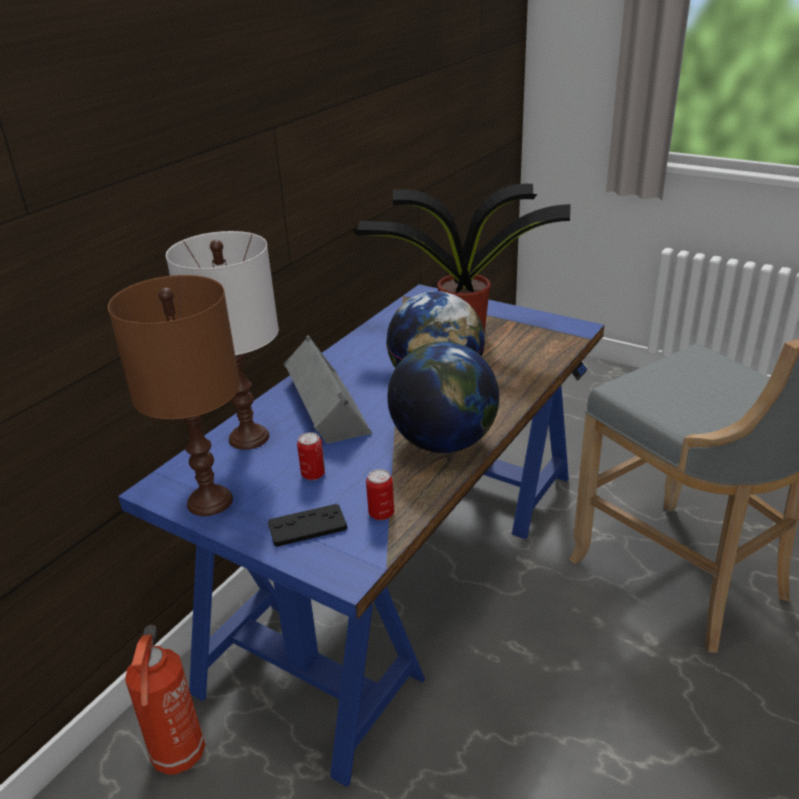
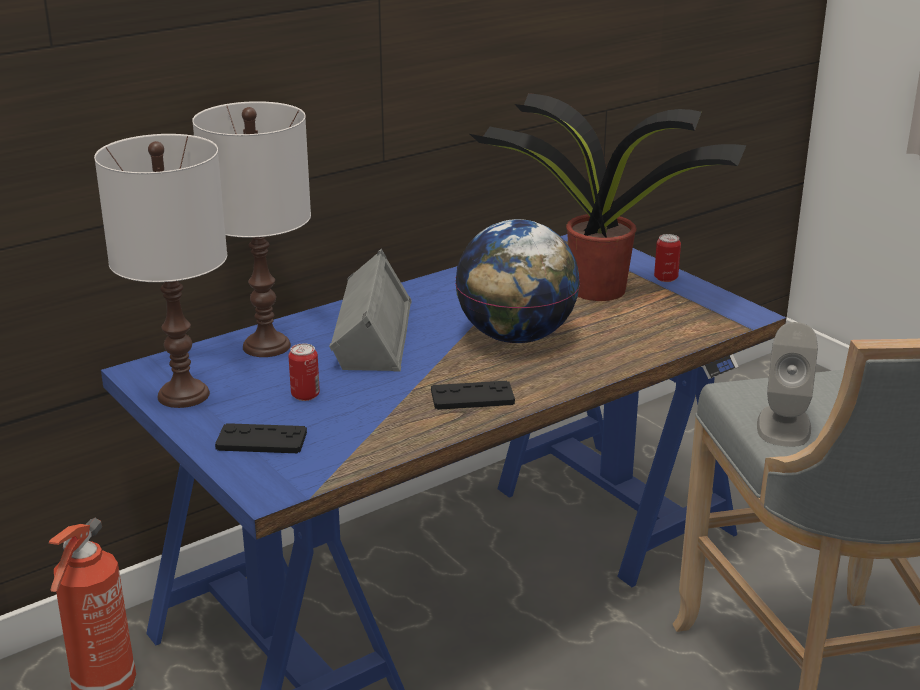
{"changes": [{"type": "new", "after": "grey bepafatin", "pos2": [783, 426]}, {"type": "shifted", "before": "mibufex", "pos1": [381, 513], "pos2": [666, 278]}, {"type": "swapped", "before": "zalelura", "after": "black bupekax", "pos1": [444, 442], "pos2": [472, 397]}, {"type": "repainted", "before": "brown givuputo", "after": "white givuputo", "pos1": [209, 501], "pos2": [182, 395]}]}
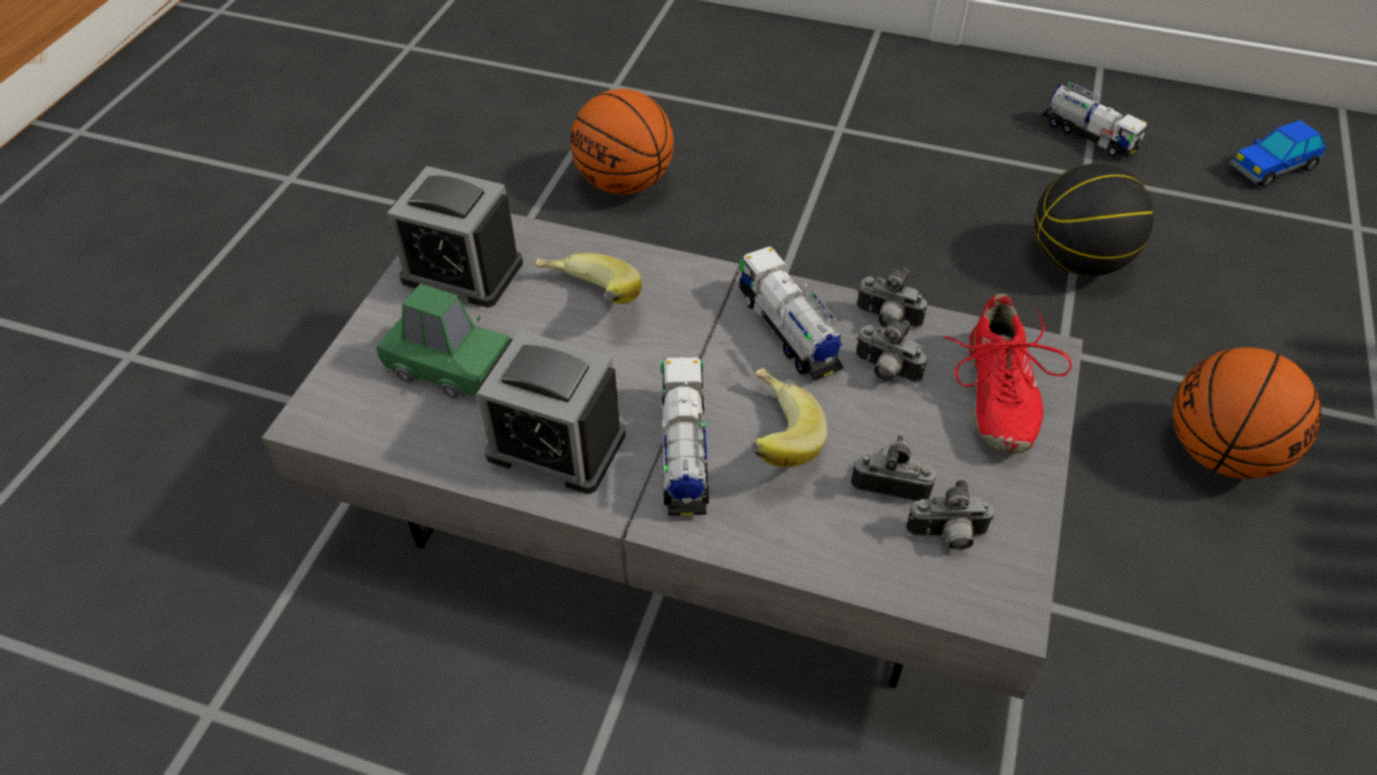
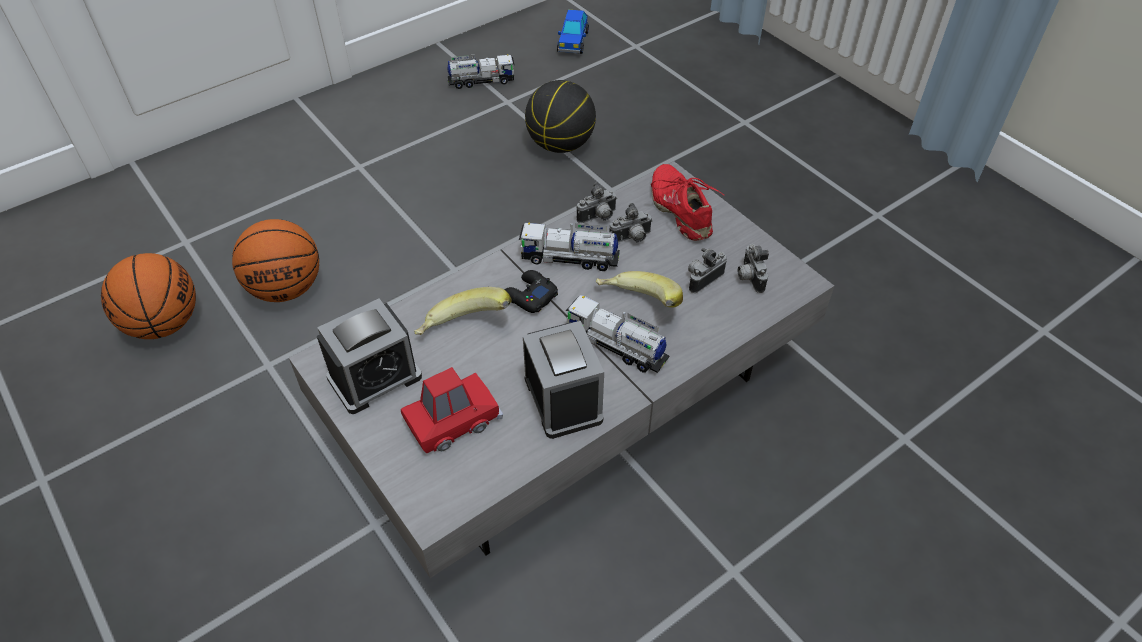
{"changes": [{"type": "new", "after": "black bupekax", "pos2": [529, 296]}, {"type": "shifted", "before": "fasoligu", "pos1": [1220, 452], "pos2": [163, 324]}, {"type": "repainted", "before": "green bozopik", "after": "red bozopik", "pos1": [450, 365], "pos2": [453, 421]}, {"type": "rotated", "before": "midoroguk", "pos1": [556, 445], "pos2": [563, 399], "turn": -75}, {"type": "rotated", "before": "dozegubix", "pos1": [947, 537], "pos2": [748, 277], "turn": 135}, {"type": "rotated", "before": "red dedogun", "pos1": [996, 395], "pos2": [681, 210], "turn": -150}]}
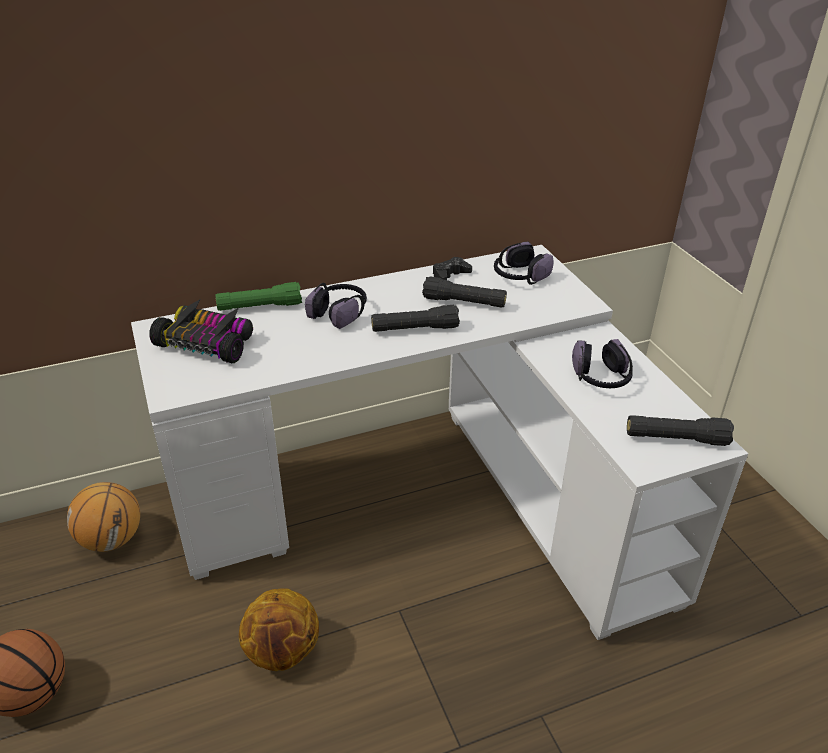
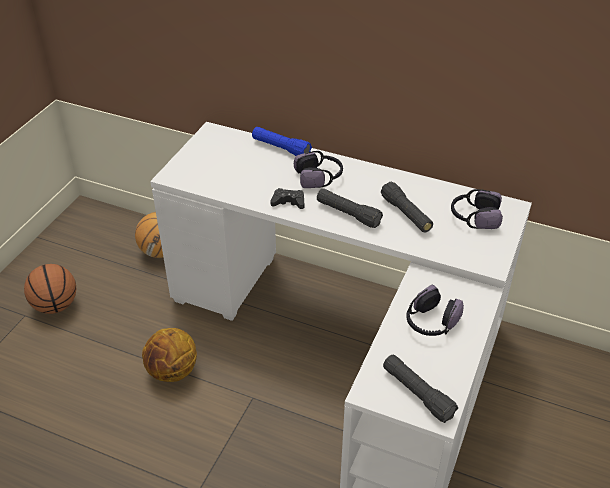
{"changes": [{"type": "gone", "before": "bozopik", "pos1": [207, 343]}, {"type": "shifted", "before": "black bupekax", "pos1": [450, 274], "pos2": [288, 202]}, {"type": "repainted", "before": "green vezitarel", "after": "blue vezitarel", "pos1": [260, 307], "pos2": [281, 148]}]}
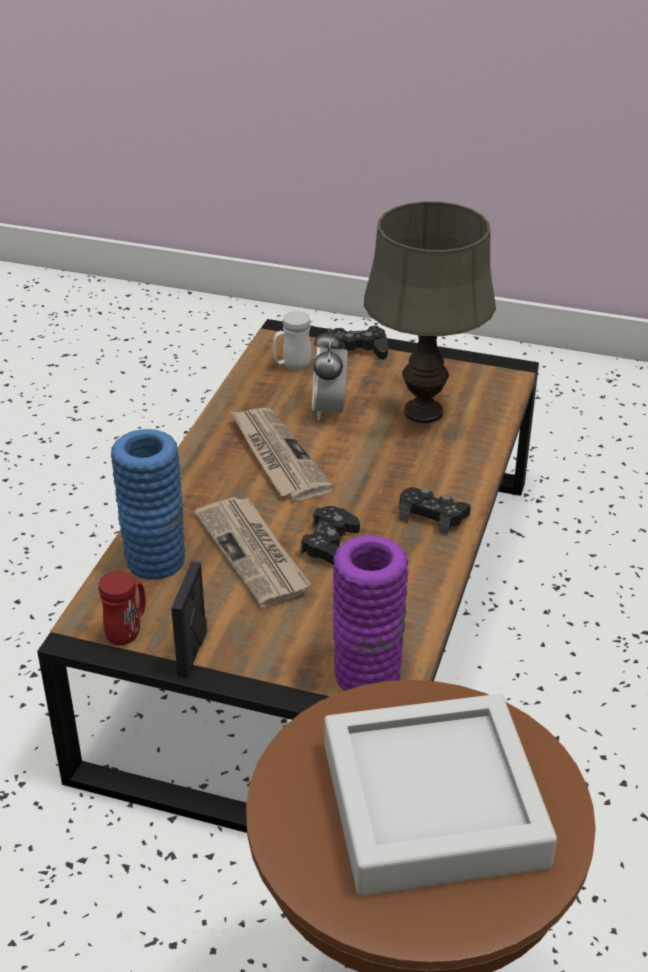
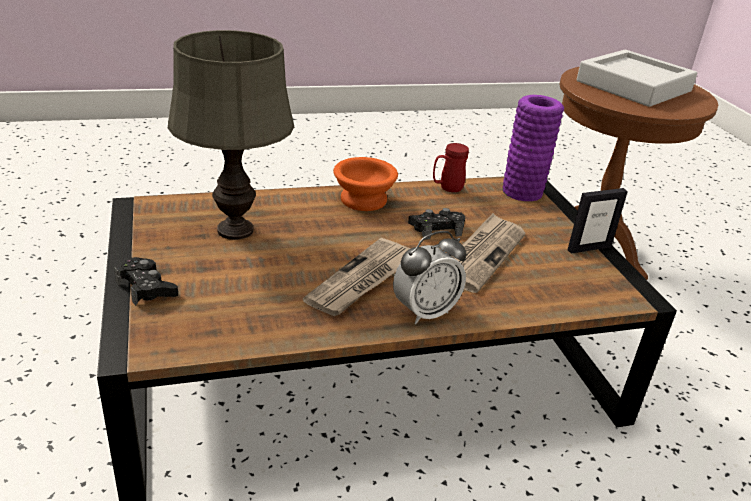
{"changes": [{"type": "gone", "before": "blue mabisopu", "pos1": [155, 560]}, {"type": "gone", "before": "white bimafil", "pos1": [292, 366]}, {"type": "shifted", "before": "red bimafil", "pos1": [128, 632], "pos2": [447, 188]}, {"type": "shifted", "before": "midoroguk", "pos1": [329, 410], "pos2": [425, 312]}, {"type": "swapped", "before": "black bupekax", "after": "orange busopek", "pos1": [432, 516], "pos2": [365, 201]}]}
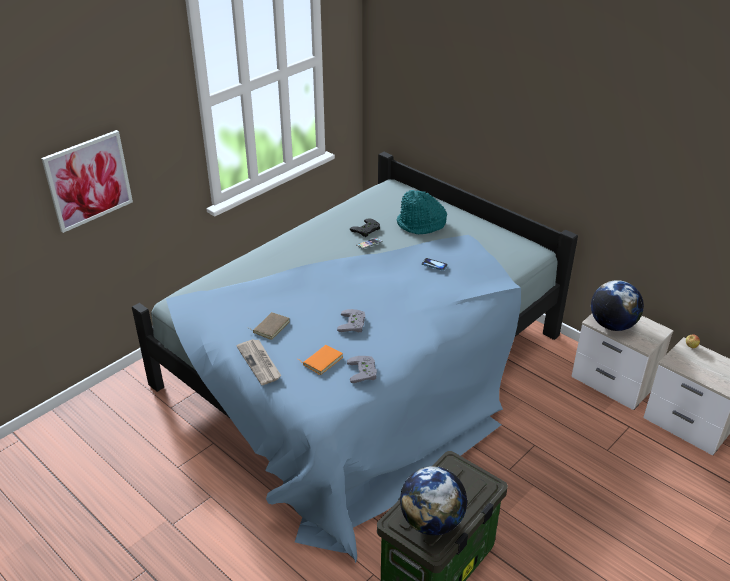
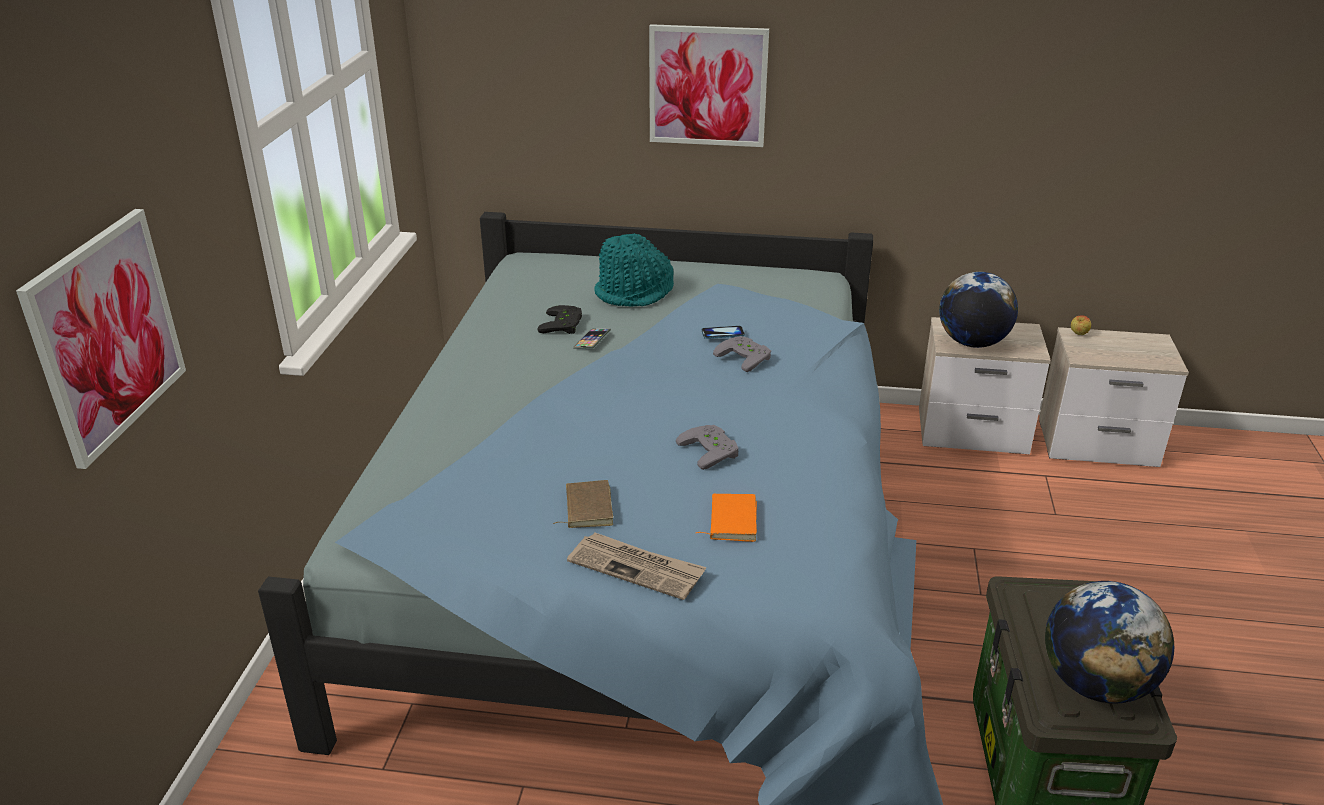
{"changes": [{"type": "new", "after": "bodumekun", "pos2": [707, 86]}, {"type": "shifted", "before": "grey bupekax", "pos1": [364, 371], "pos2": [746, 356]}]}
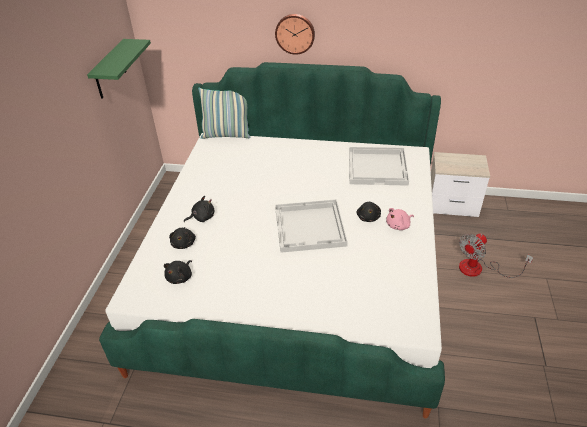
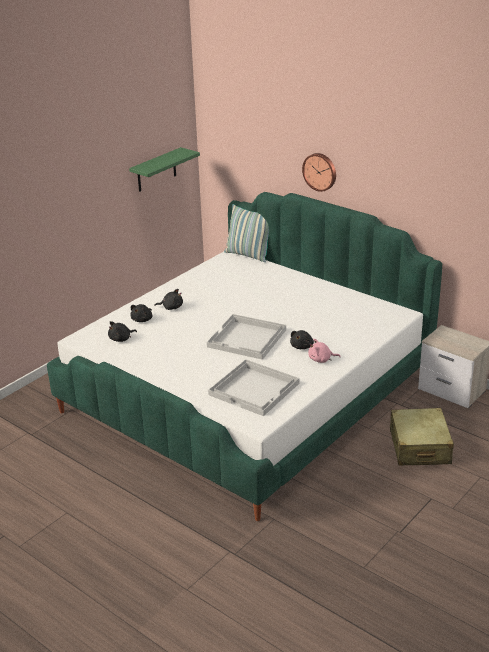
{"changes": [{"type": "shifted", "before": "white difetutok", "pos1": [378, 167], "pos2": [255, 389]}, {"type": "swapped", "before": "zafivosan", "after": "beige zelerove", "pos1": [479, 269], "pos2": [419, 447]}]}
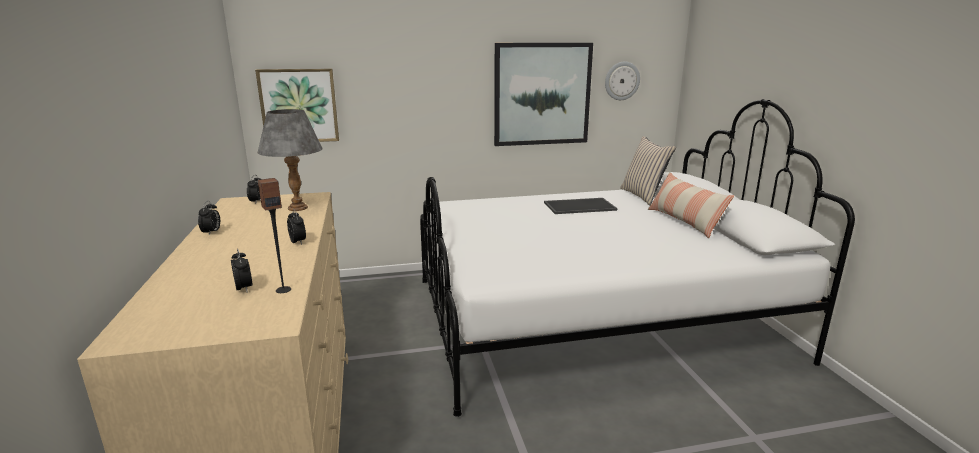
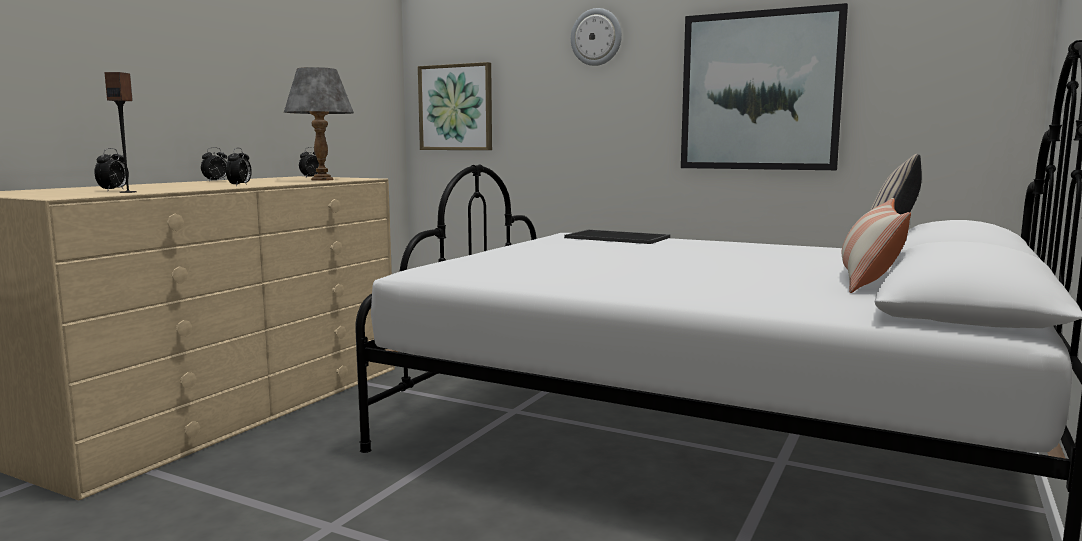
{"changes": [{"type": "shifted", "before": "difetutok", "pos1": [580, 206], "pos2": [618, 237]}, {"type": "shifted", "before": "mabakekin", "pos1": [621, 81], "pos2": [596, 37]}]}
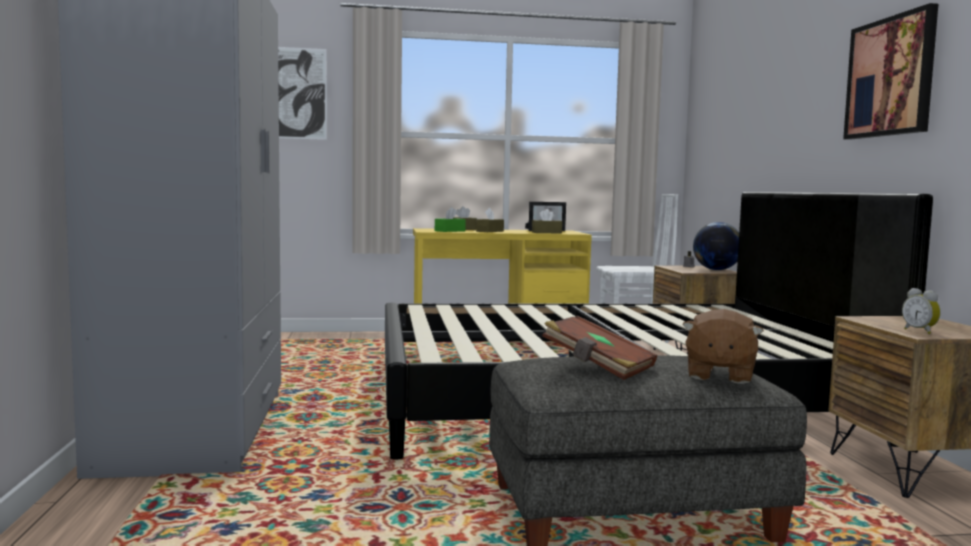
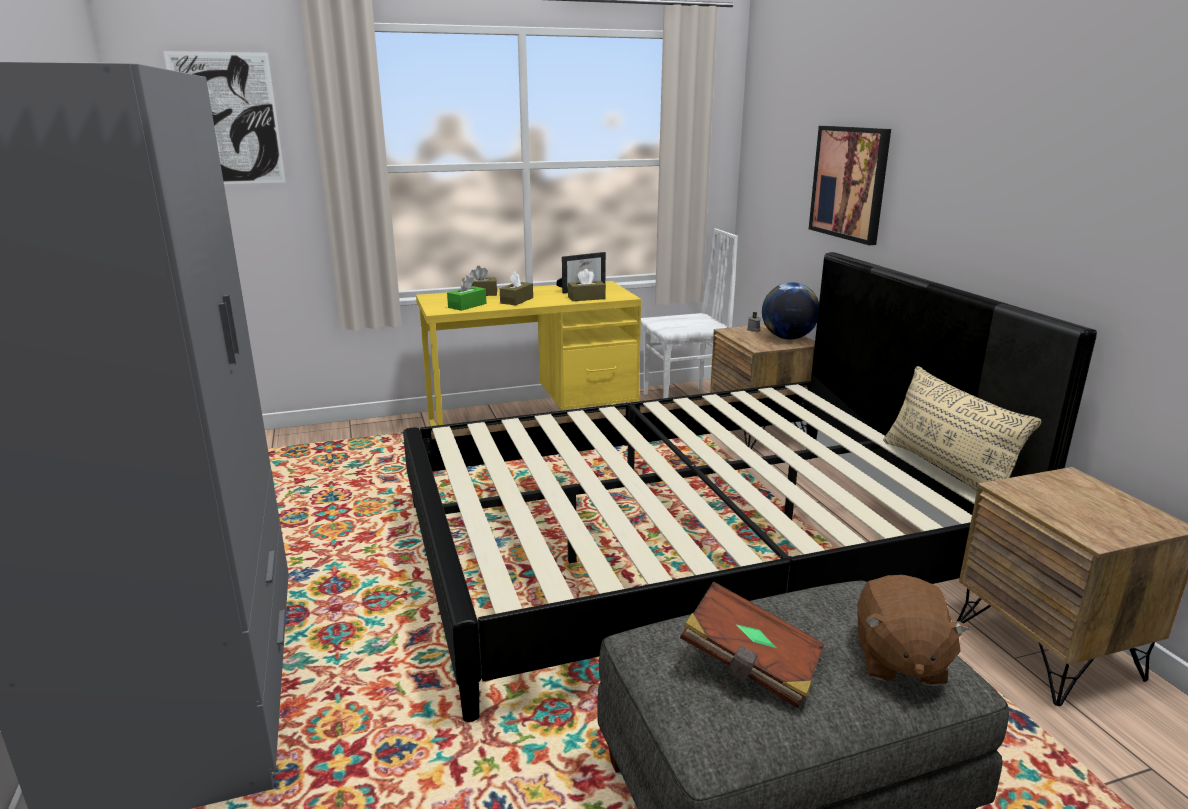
{"changes": [{"type": "gone", "before": "midoroguk", "pos1": [920, 331]}, {"type": "new", "after": "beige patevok", "pos2": [945, 471]}, {"type": "shifted", "before": "bodumekun", "pos1": [890, 77], "pos2": [849, 183]}]}
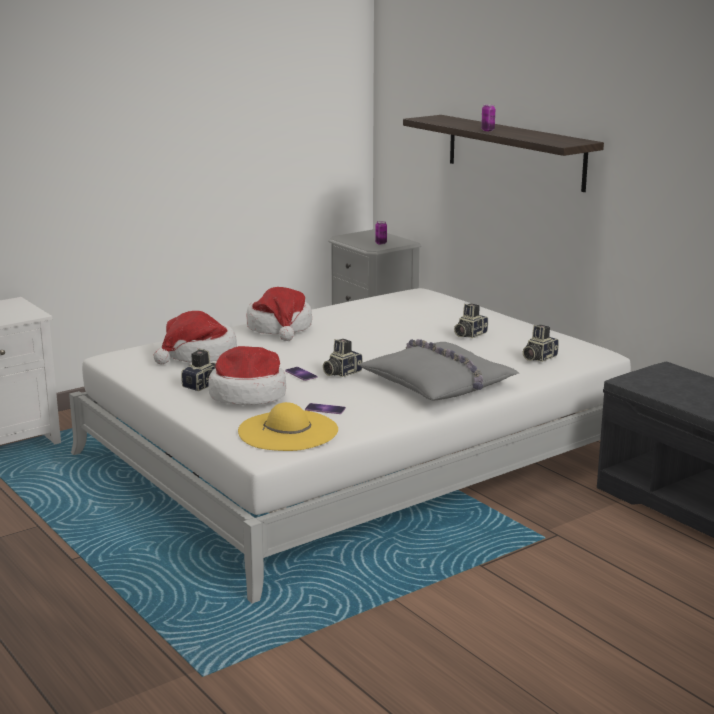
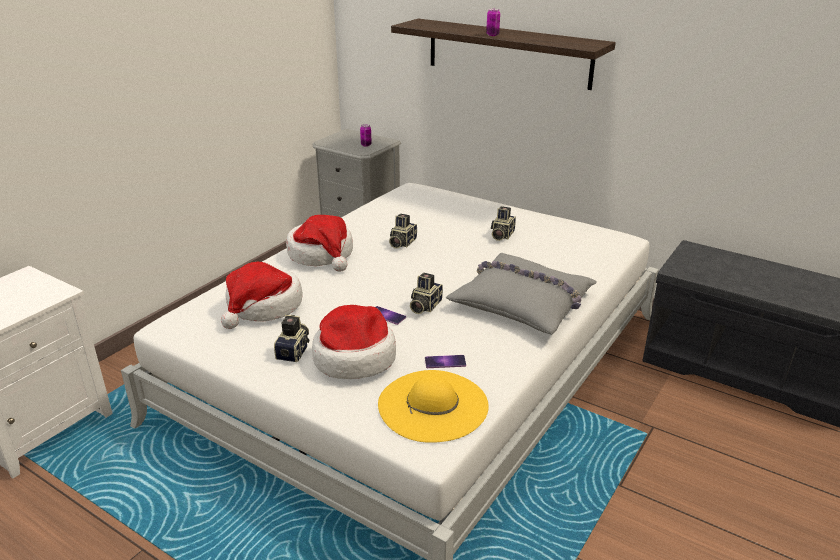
{"changes": [{"type": "shifted", "before": "dozegubix", "pos1": [538, 357], "pos2": [401, 243]}]}
